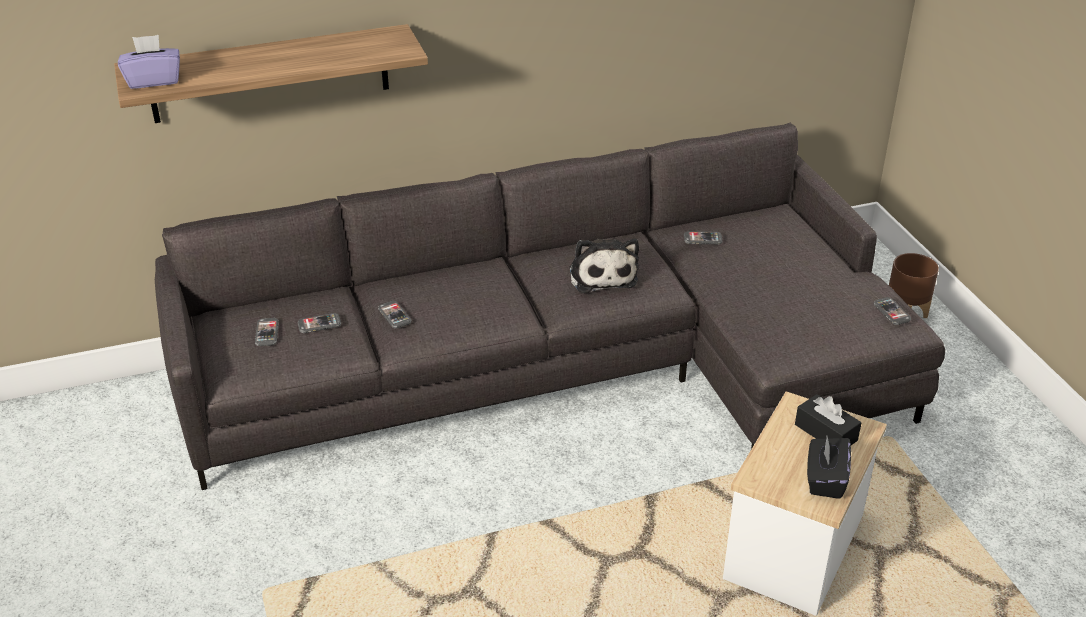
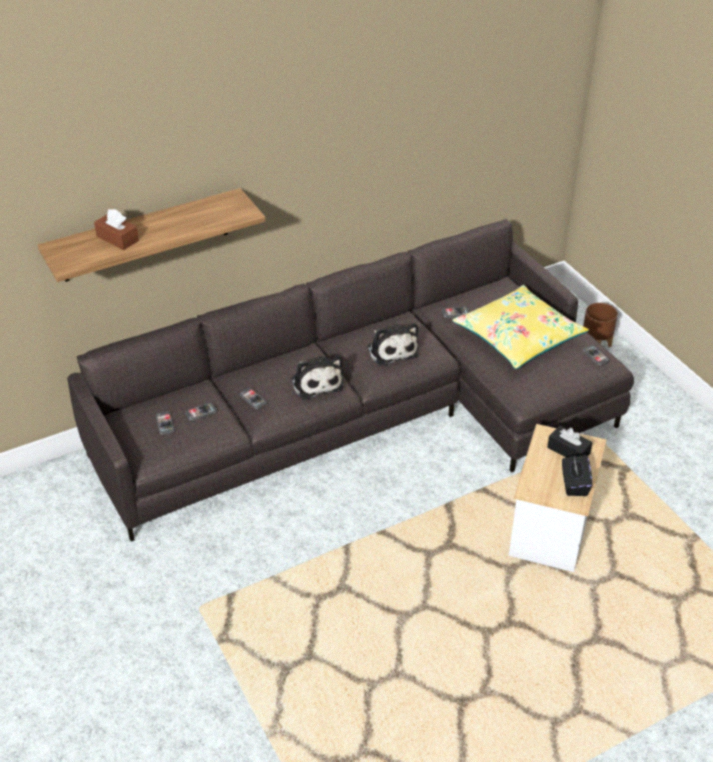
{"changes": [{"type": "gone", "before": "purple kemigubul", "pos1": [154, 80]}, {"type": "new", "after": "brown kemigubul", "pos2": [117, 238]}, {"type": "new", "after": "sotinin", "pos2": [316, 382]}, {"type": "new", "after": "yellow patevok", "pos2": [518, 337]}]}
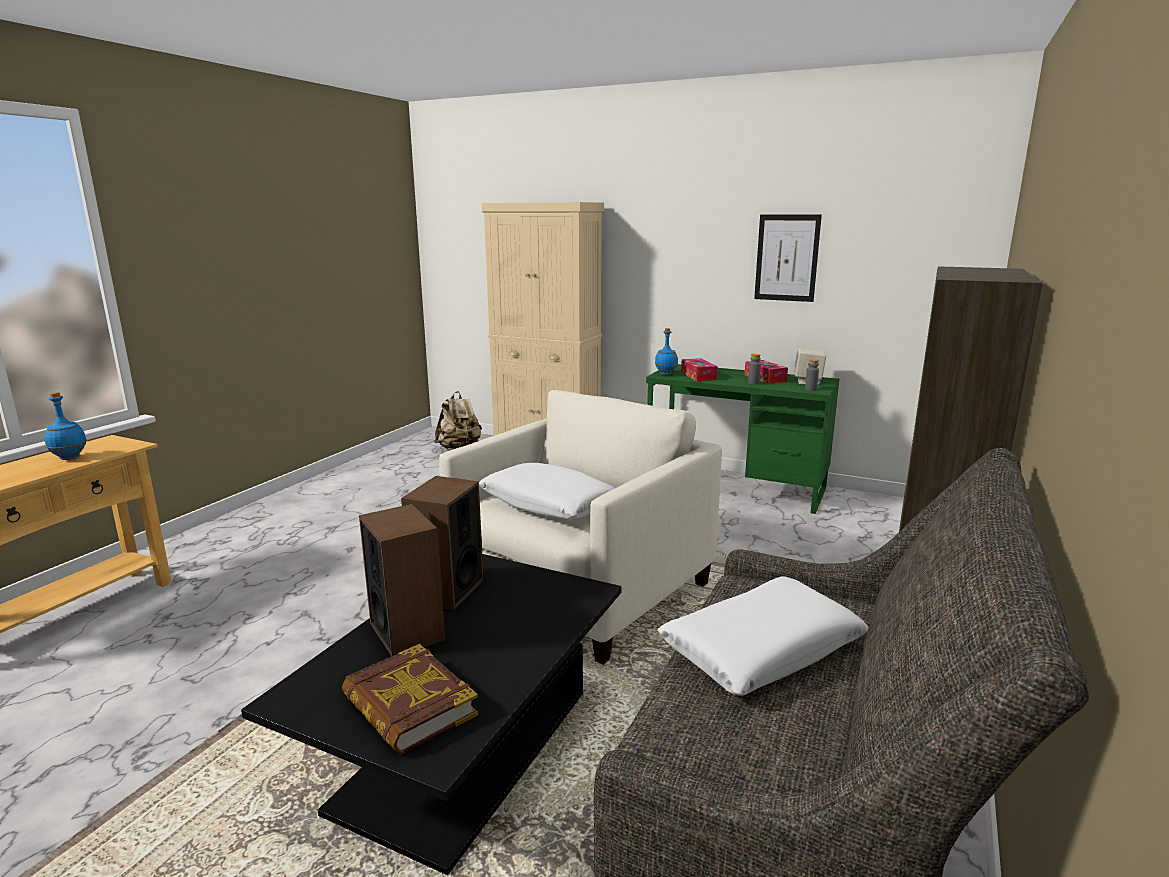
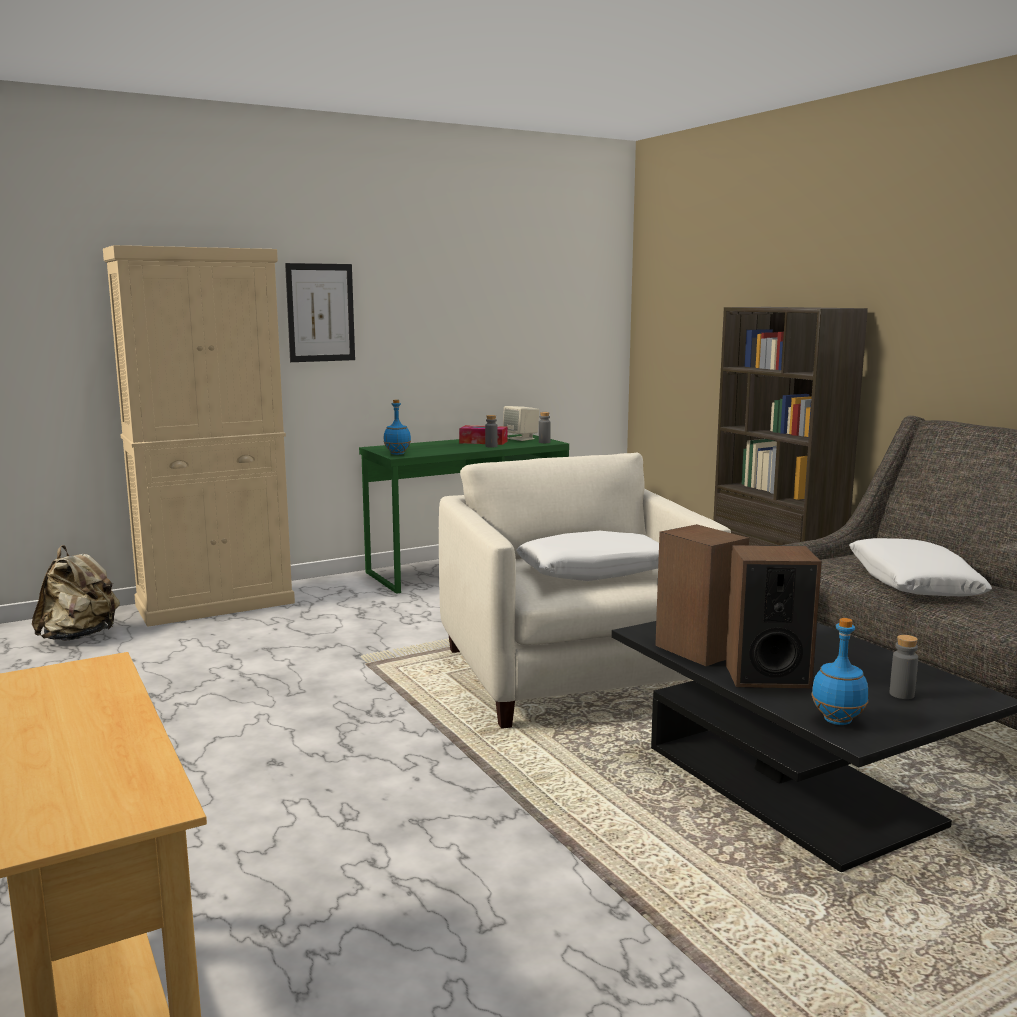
{"changes": [{"type": "gone", "before": "kemigubul", "pos1": [698, 376]}, {"type": "shifted", "before": "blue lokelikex", "pos1": [69, 458], "pos2": [837, 721]}, {"type": "shifted", "before": "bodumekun", "pos1": [787, 258], "pos2": [320, 312]}, {"type": "swapped", "before": "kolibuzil", "after": "grey lokelikex", "pos1": [409, 707], "pos2": [901, 694]}]}
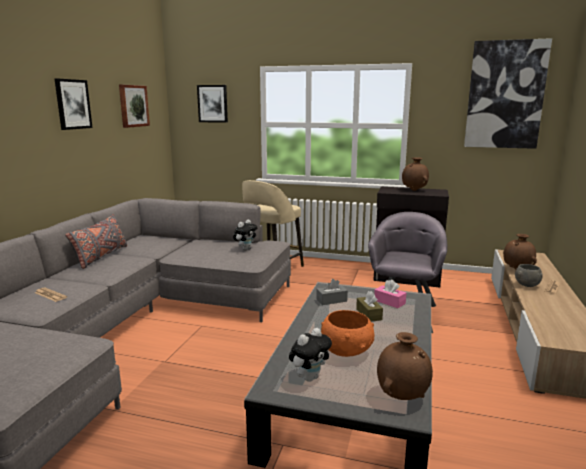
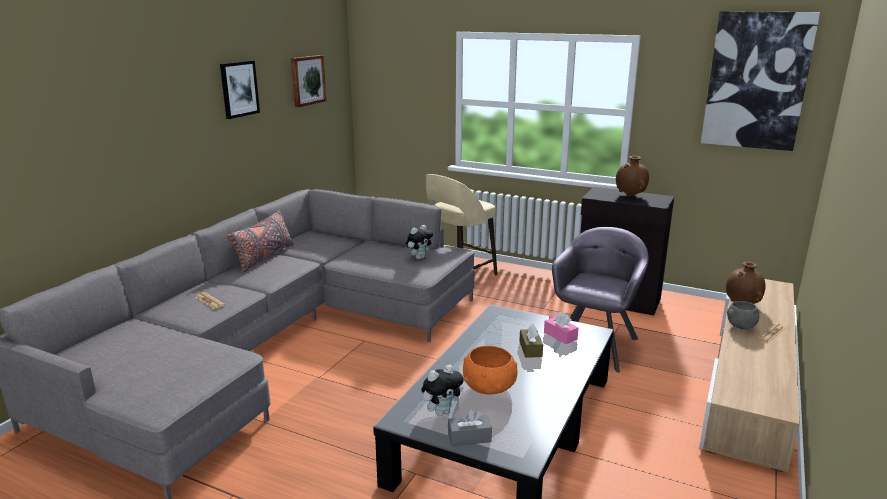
{"changes": [{"type": "gone", "before": "bodumekun", "pos1": [212, 103]}, {"type": "gone", "before": "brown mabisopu", "pos1": [402, 396]}, {"type": "shifted", "before": "grey kemigubul", "pos1": [331, 300], "pos2": [469, 437]}]}
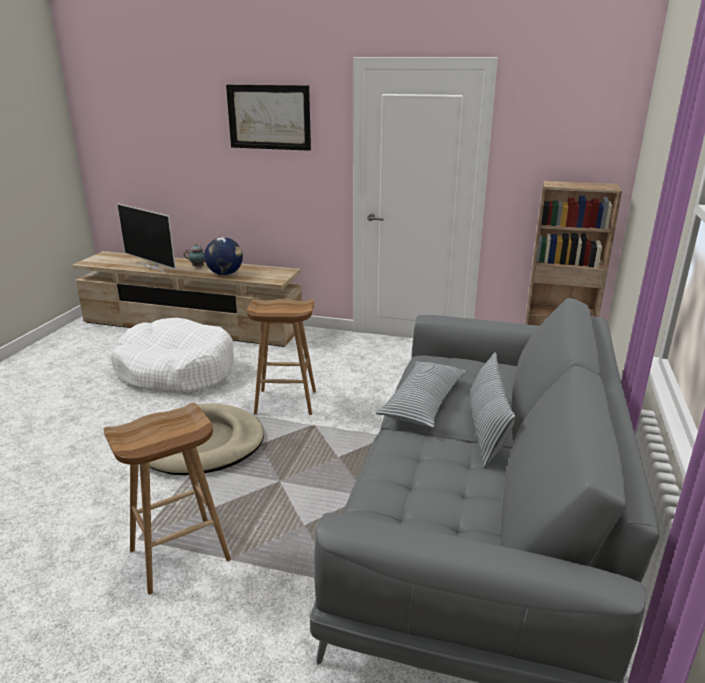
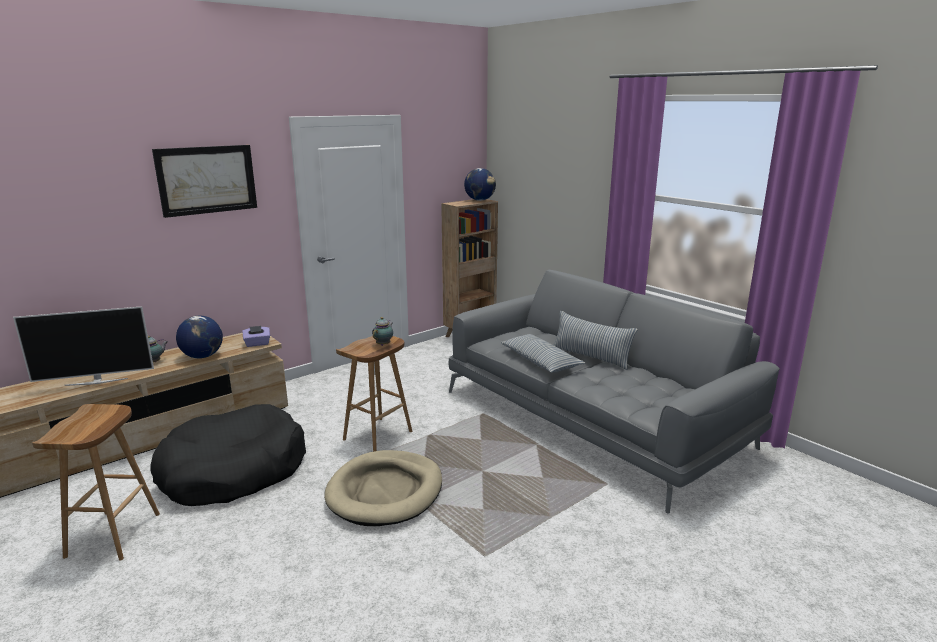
{"changes": [{"type": "new", "after": "purple kemigubul", "pos2": [257, 344]}, {"type": "new", "after": "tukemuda", "pos2": [384, 344]}, {"type": "new", "after": "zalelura", "pos2": [480, 200]}, {"type": "shifted", "before": "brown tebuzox", "pos1": [179, 556], "pos2": [114, 535]}, {"type": "repainted", "before": "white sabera", "after": "black sabera", "pos1": [176, 371], "pos2": [233, 471]}]}
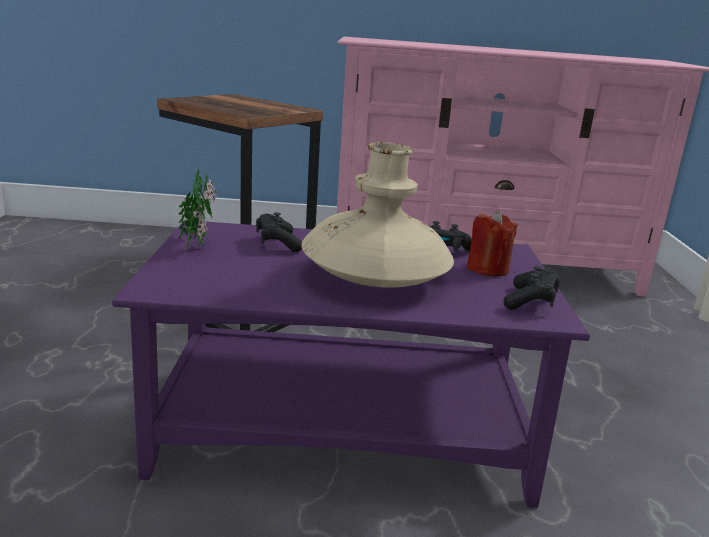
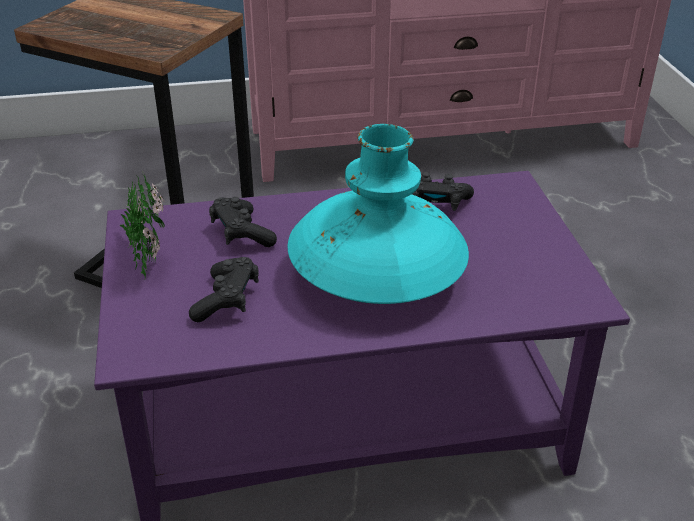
{"changes": [{"type": "gone", "before": "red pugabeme", "pos1": [487, 269]}, {"type": "shifted", "before": "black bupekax", "pos1": [530, 301], "pos2": [227, 300]}, {"type": "repainted", "before": "beige mabisopu", "after": "turquoise mabisopu", "pos1": [375, 278], "pos2": [377, 274]}]}
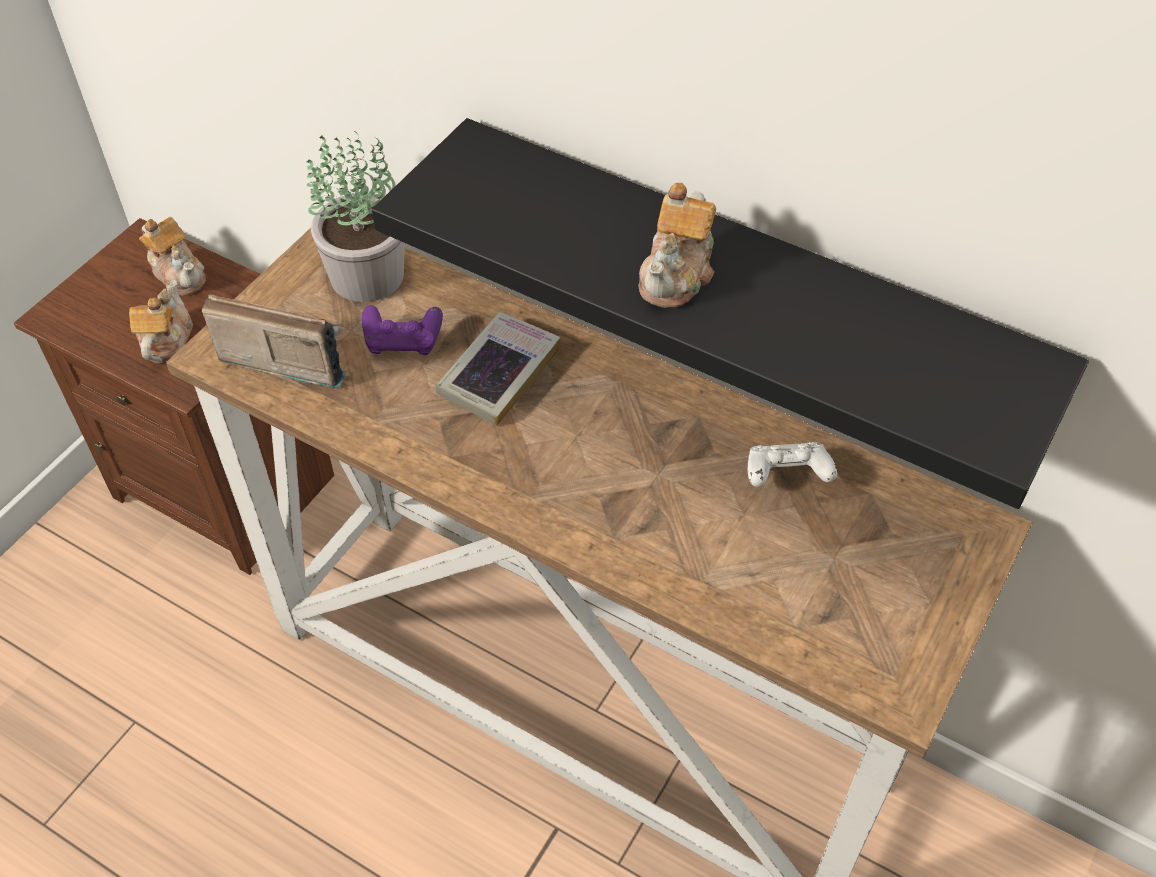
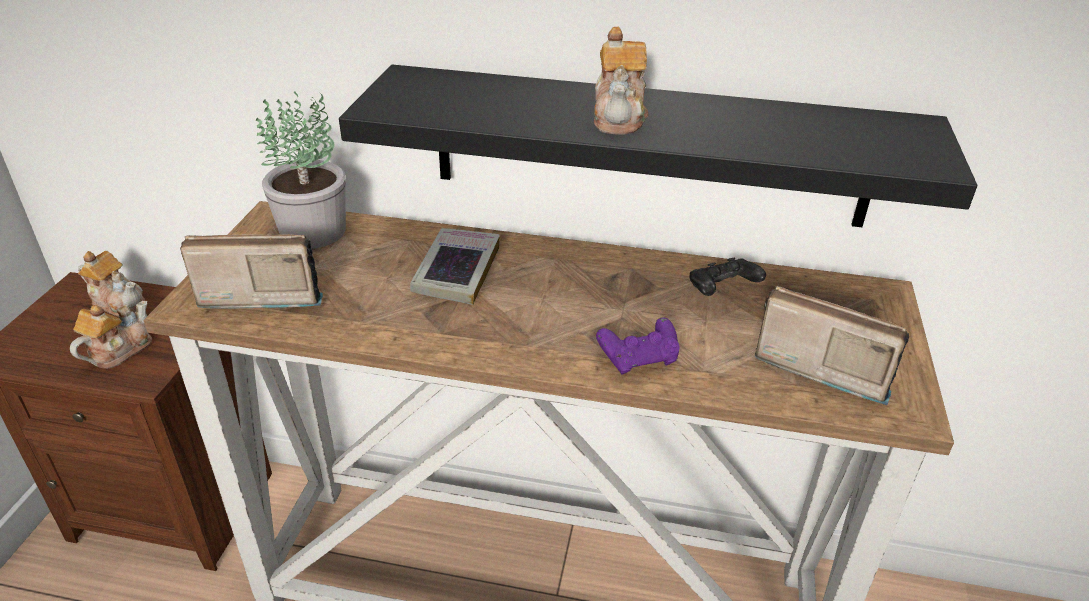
{"changes": [{"type": "new", "after": "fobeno", "pos2": [820, 365]}, {"type": "shifted", "before": "purple bupekax", "pos1": [403, 342], "pos2": [639, 359]}, {"type": "repainted", "before": "white bupekax", "after": "black bupekax", "pos1": [786, 476], "pos2": [721, 290]}, {"type": "rotated", "before": "tukemuda", "pos1": [166, 341], "pos2": [119, 351], "turn": 45}]}
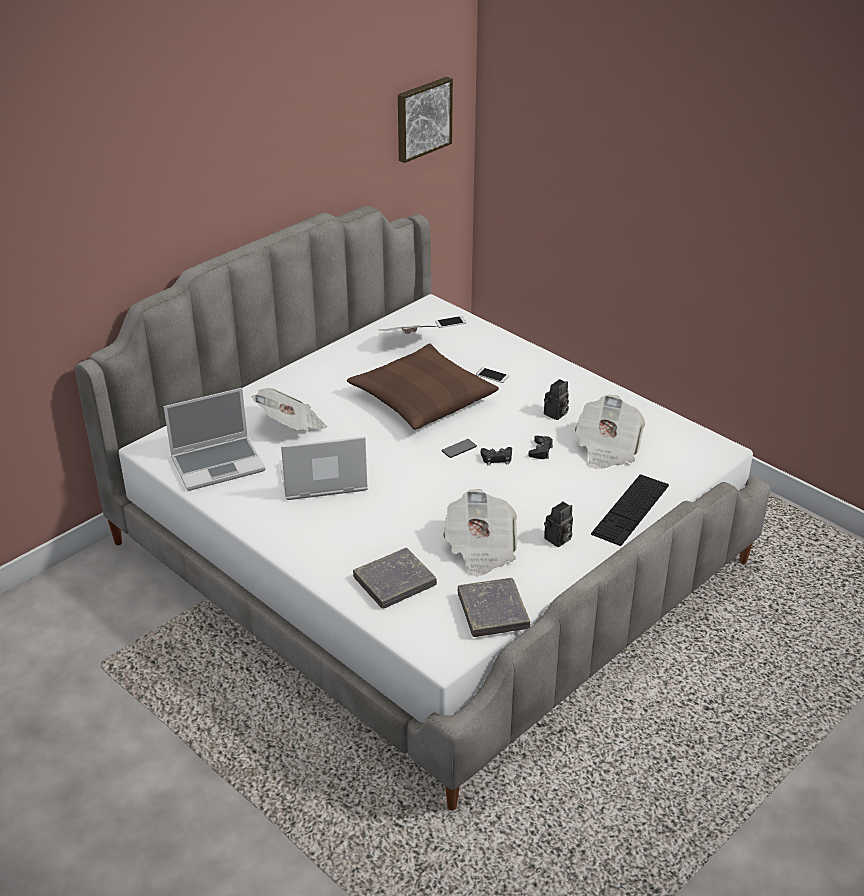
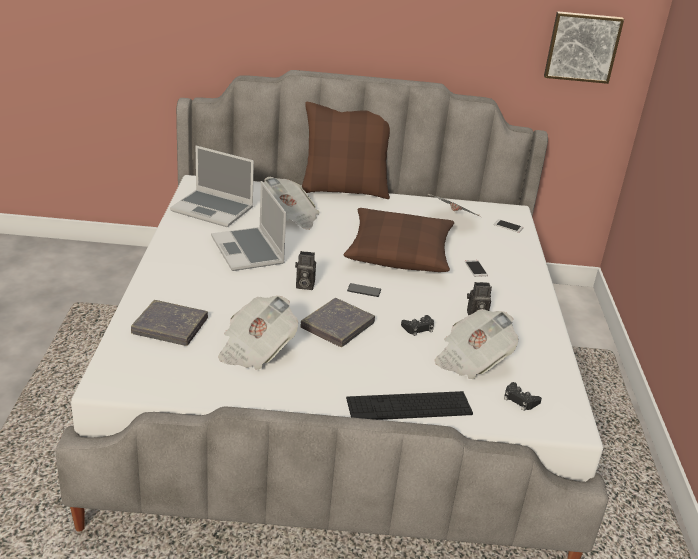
{"changes": [{"type": "new", "after": "brown patevok", "pos2": [344, 190]}, {"type": "shifted", "before": "grey kolibuzil", "pos1": [493, 611], "pos2": [337, 326]}, {"type": "shifted", "before": "black bupekax", "pos1": [497, 458], "pos2": [520, 400]}, {"type": "shifted", "before": "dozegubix", "pos1": [558, 540], "pos2": [304, 285]}, {"type": "rotated", "before": "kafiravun", "pos1": [322, 479], "pos2": [249, 251], "turn": -150}]}
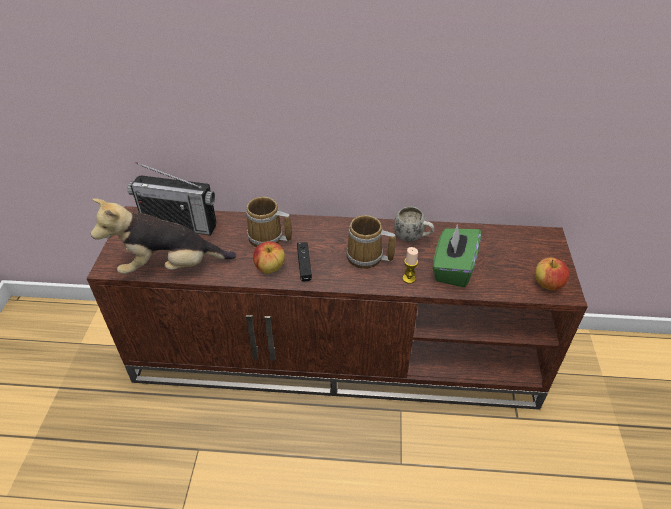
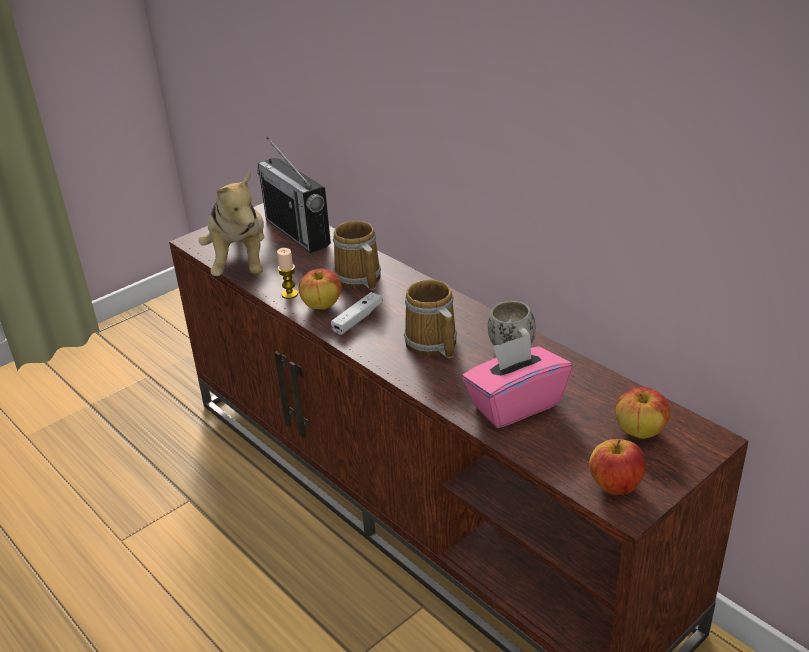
{"changes": [{"type": "new", "after": "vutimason", "pos2": [640, 431]}, {"type": "shifted", "before": "pugabeme", "pos1": [409, 278], "pos2": [289, 294]}, {"type": "repainted", "before": "black bupekax", "after": "white bupekax", "pos1": [304, 265], "pos2": [357, 319]}, {"type": "repainted", "before": "green kemigubul", "after": "pink kemigubul", "pos1": [453, 268], "pos2": [515, 404]}, {"type": "rotated", "before": "sotinin", "pos1": [170, 267], "pos2": [240, 263], "turn": -135}]}
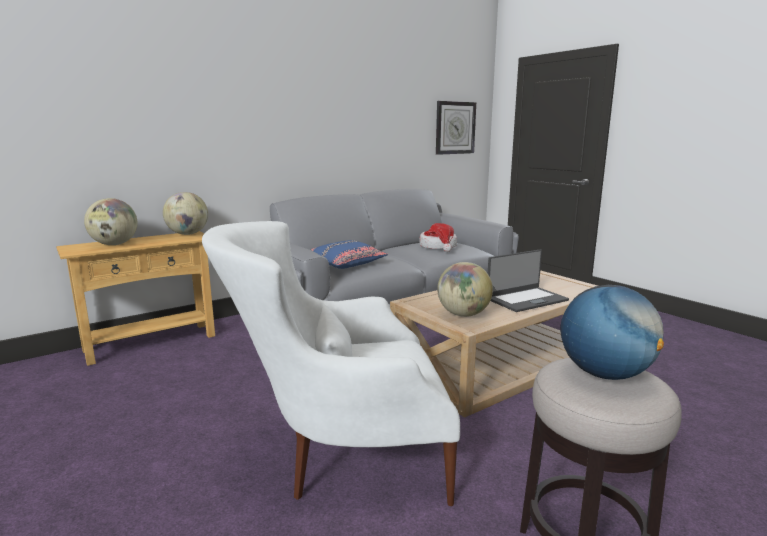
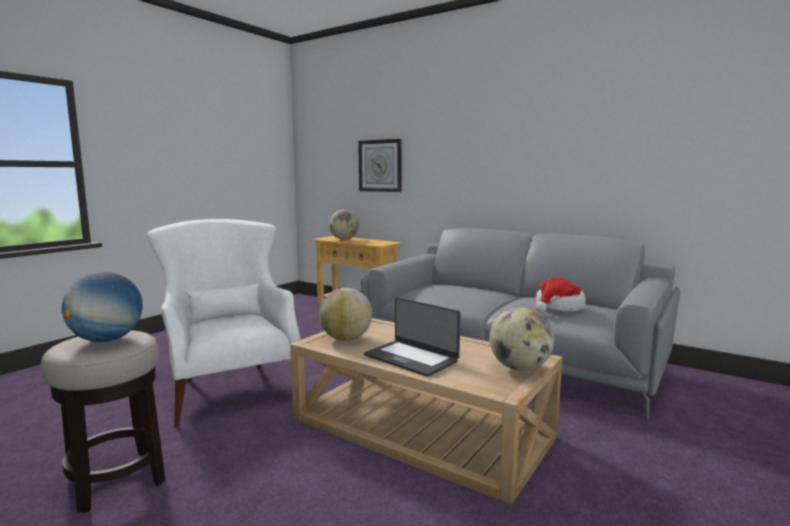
{"changes": [{"type": "gone", "before": "blue patevok", "pos1": [344, 263]}, {"type": "shifted", "before": "zalelura", "pos1": [188, 234], "pos2": [520, 368]}, {"type": "shifted", "before": "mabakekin", "pos1": [455, 128], "pos2": [380, 165]}]}
